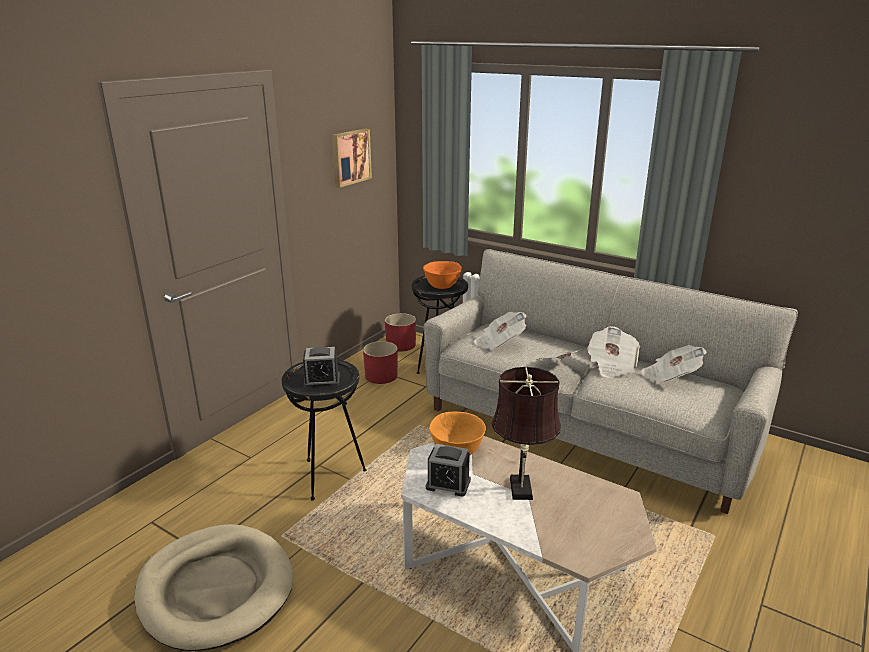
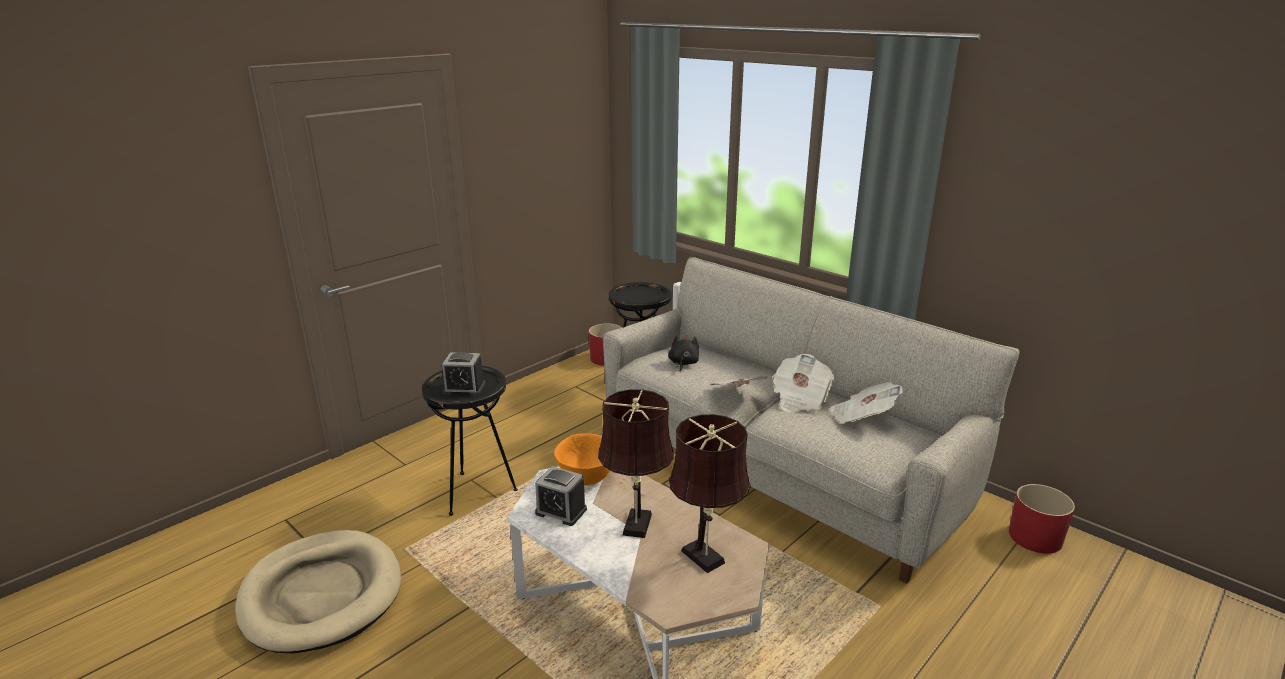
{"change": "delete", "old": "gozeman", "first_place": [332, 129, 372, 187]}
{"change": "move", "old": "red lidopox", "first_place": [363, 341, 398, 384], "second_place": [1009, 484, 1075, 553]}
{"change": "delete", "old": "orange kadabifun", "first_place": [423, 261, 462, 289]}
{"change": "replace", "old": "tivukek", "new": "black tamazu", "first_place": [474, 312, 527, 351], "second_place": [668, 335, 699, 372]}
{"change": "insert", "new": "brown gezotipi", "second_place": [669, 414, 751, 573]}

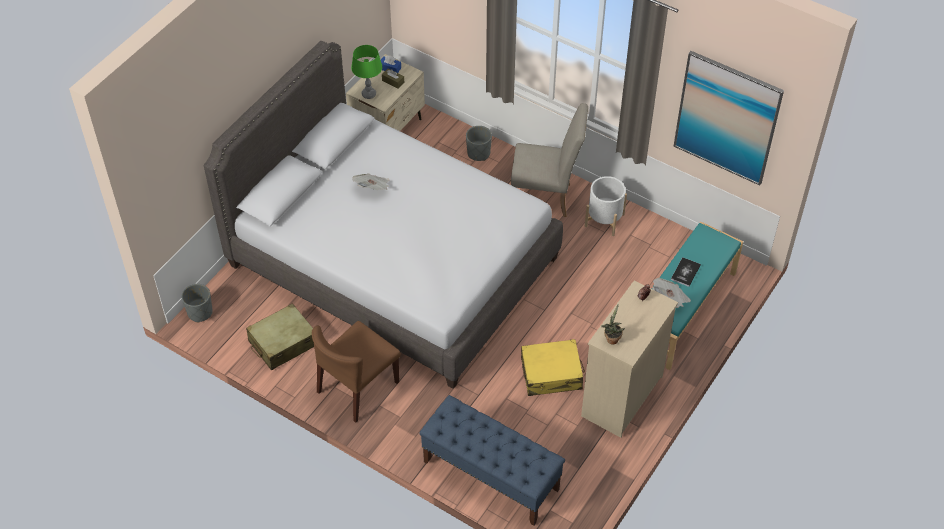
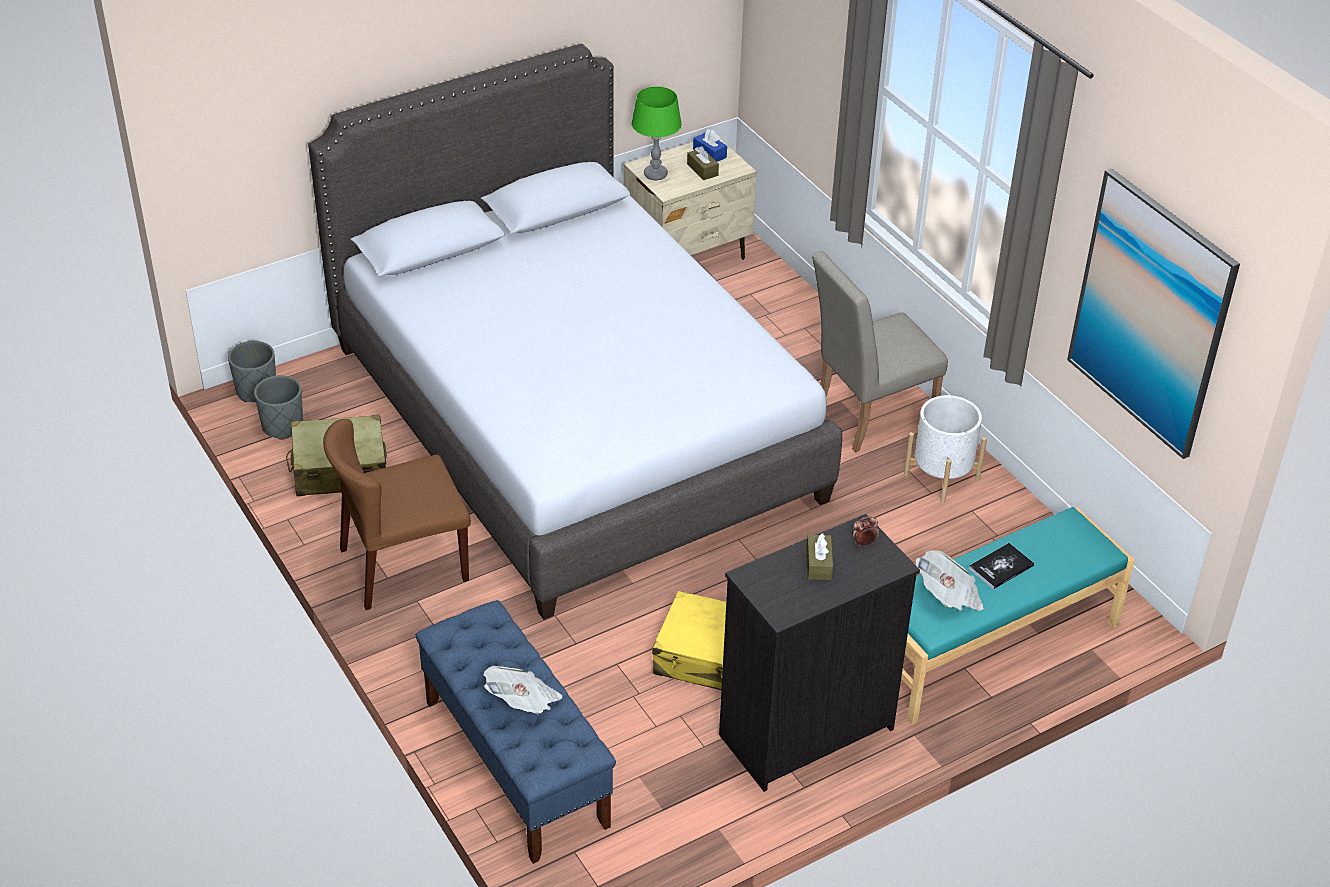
{"change": "move", "old": "tivukek", "first_place": [352, 173, 390, 190], "second_place": [484, 666, 563, 714]}
{"change": "move", "old": "grey lidopox", "first_place": [466, 126, 492, 161], "second_place": [254, 375, 303, 440]}
{"change": "rotate", "old": "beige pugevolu", "first_place": [511, 103, 588, 217], "second_place": [812, 251, 948, 453], "degrees": 120}
{"change": "recolor", "old": "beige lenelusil", "new": "black lenelusil", "first_place": [581, 281, 678, 438], "second_place": [719, 514, 920, 792]}
{"change": "delete", "old": "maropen", "first_place": [601, 304, 625, 345]}
{"change": "insert", "new": "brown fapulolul", "second_place": [806, 533, 833, 580]}

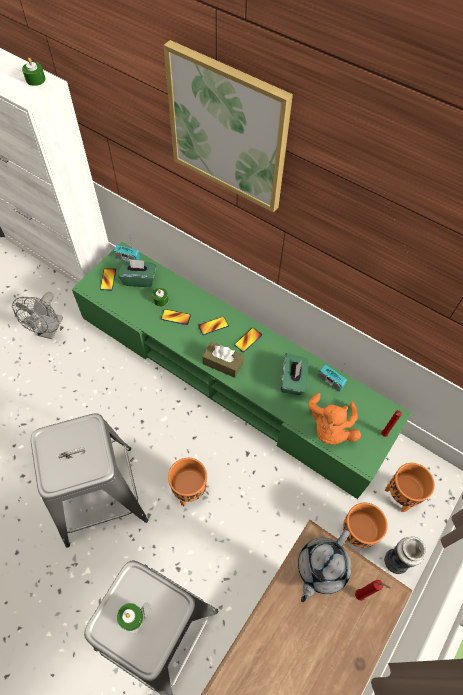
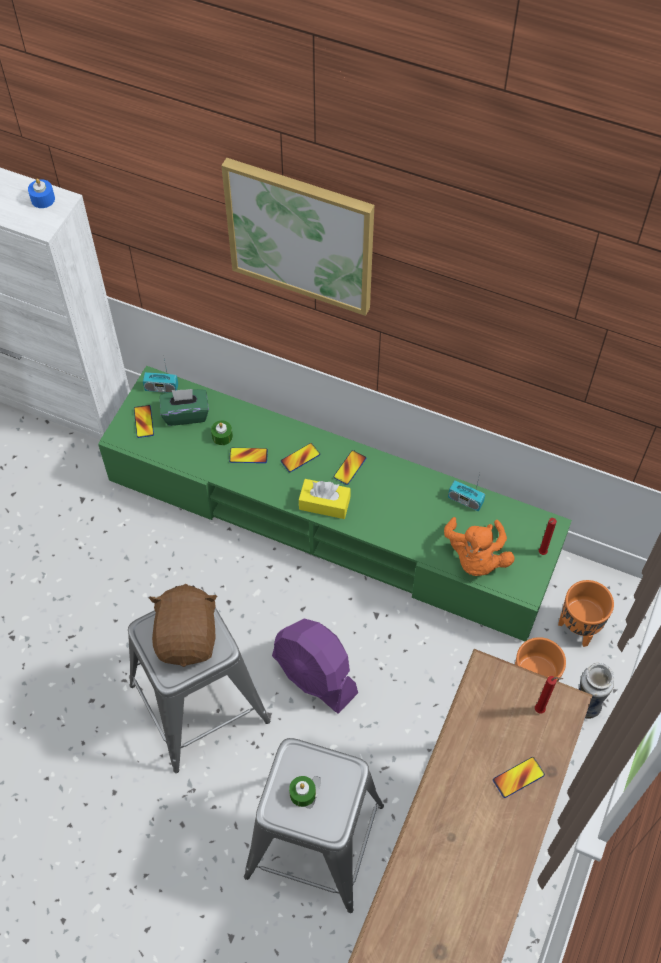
{"change": "delete", "old": "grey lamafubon", "first_place": [12, 292, 63, 339]}
{"change": "recolor", "old": "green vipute", "new": "blue vipute", "first_place": [22, 58, 46, 86], "second_place": [28, 179, 55, 208]}
{"change": "replace", "old": "orange lidopox", "new": "purple lamafubon", "first_place": [168, 458, 207, 507], "second_place": [272, 618, 358, 714]}
{"change": "recolor", "old": "brown fapulolul", "new": "yellow fapulolul", "first_place": [202, 342, 244, 378], "second_place": [299, 479, 351, 519]}
{"change": "delete", "old": "green fapulolul", "first_place": [281, 353, 308, 395]}
{"change": "delete", "old": "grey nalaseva", "first_place": [298, 530, 351, 602]}
{"change": "insert", "new": "brown tamazu", "second_place": [149, 584, 217, 667]}
{"change": "insert", "new": "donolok", "second_place": [493, 757, 545, 798]}

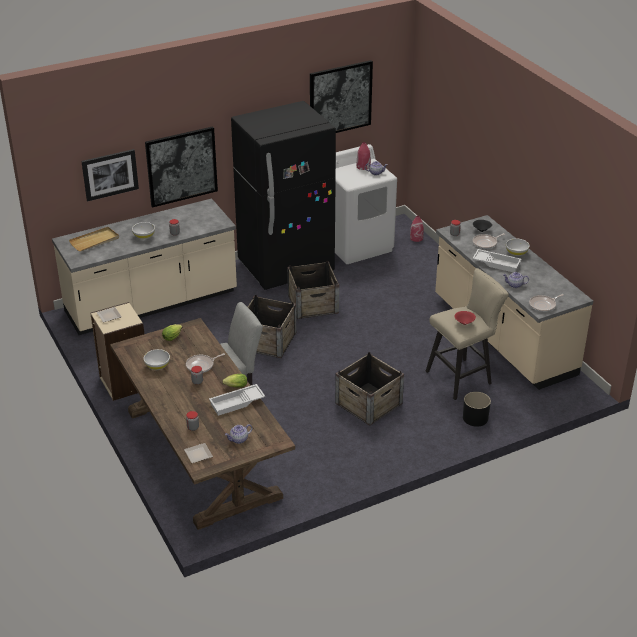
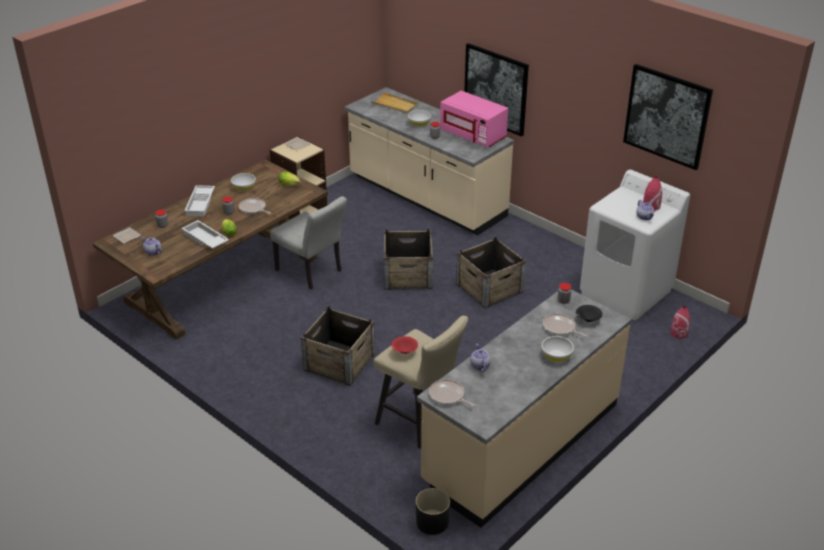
{"change": "delete", "old": "gozeman", "first_place": [81, 149, 139, 201]}
{"change": "delete", "old": "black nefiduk", "first_place": [231, 101, 336, 290]}
{"change": "move", "old": "black lidopox", "first_place": [463, 392, 491, 427], "second_place": [416, 488, 450, 535]}
{"change": "move", "old": "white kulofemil", "first_place": [472, 249, 521, 272], "second_place": [184, 185, 215, 216]}
{"change": "insert", "new": "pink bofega", "second_place": [440, 91, 508, 147]}

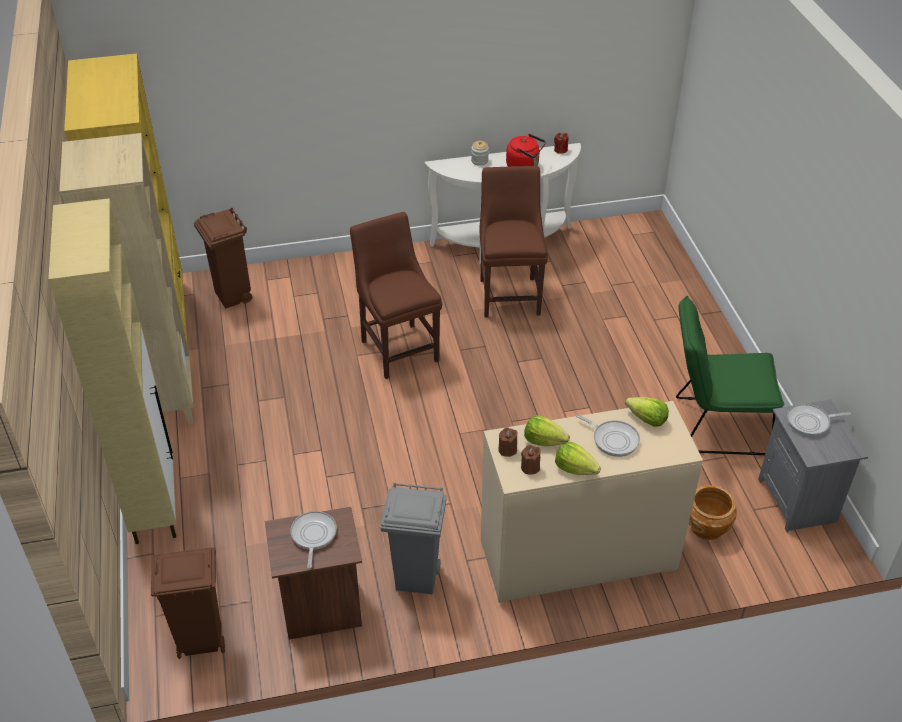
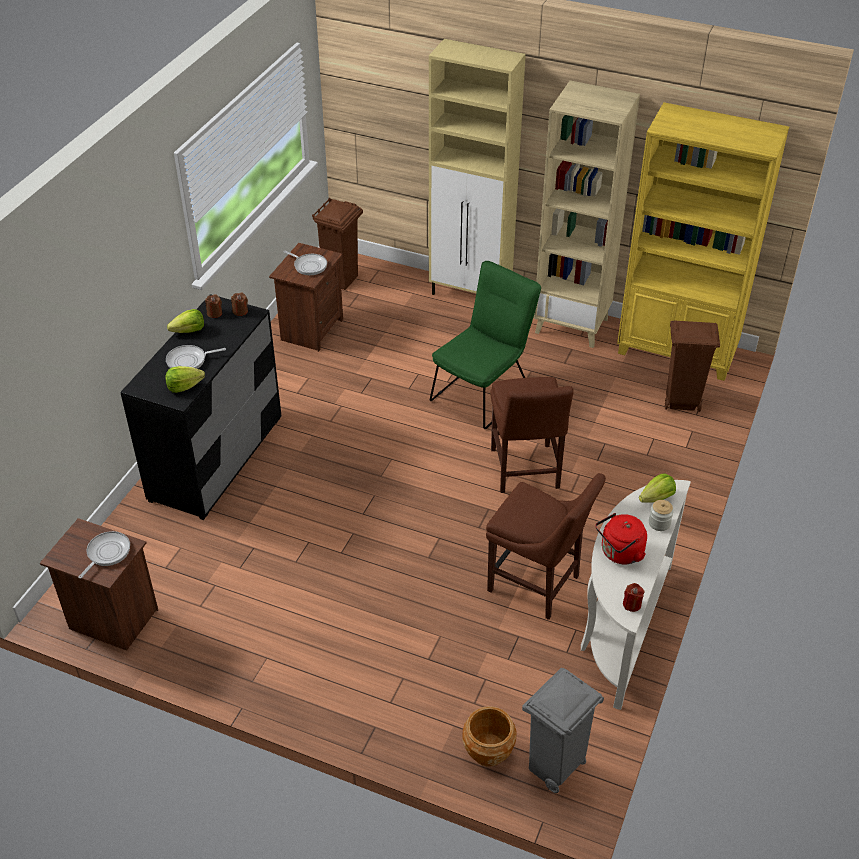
{"change": "rotate", "old": "brown pugevolu", "first_place": [350, 212, 442, 379], "second_place": [491, 377, 573, 493], "degrees": 75}
{"change": "move", "old": "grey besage", "first_place": [380, 483, 447, 594], "second_place": [522, 668, 604, 793]}
{"change": "recolor", "old": "beige lenelusil", "new": "black lenelusil", "first_place": [481, 401, 703, 603], "second_place": [120, 294, 281, 520]}
{"change": "move", "old": "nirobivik", "first_place": [524, 415, 570, 446], "second_place": [639, 473, 676, 503]}
{"change": "move", "old": "green pugevolu", "first_place": [676, 296, 784, 455], "second_place": [430, 261, 541, 429]}
{"change": "move", "old": "brown lidopox", "first_place": [689, 485, 737, 540], "second_place": [463, 706, 517, 766]}
{"change": "recolor", "old": "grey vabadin", "new": "brown vabadin", "first_place": [758, 399, 868, 533], "second_place": [40, 518, 158, 651]}

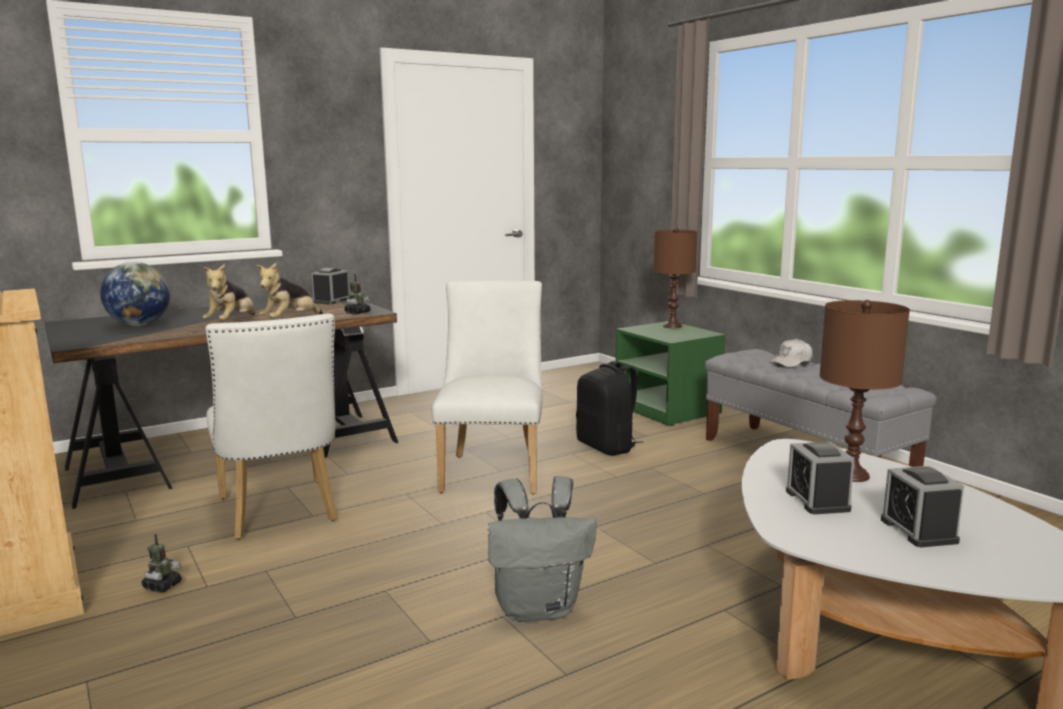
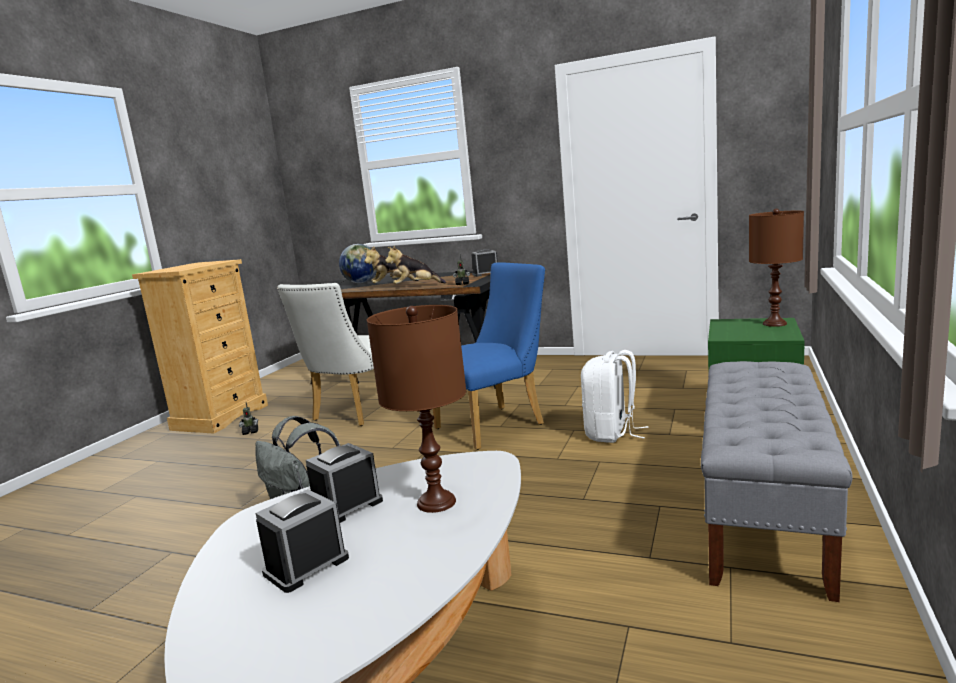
{"change": "recolor", "old": "white pugevolu", "new": "blue pugevolu", "first_place": [431, 280, 543, 494], "second_place": [433, 262, 545, 450]}
{"change": "recolor", "old": "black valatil", "new": "white valatil", "first_place": [576, 361, 644, 455], "second_place": [581, 350, 648, 443]}
{"change": "delete", "old": "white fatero", "first_place": [769, 339, 813, 368]}

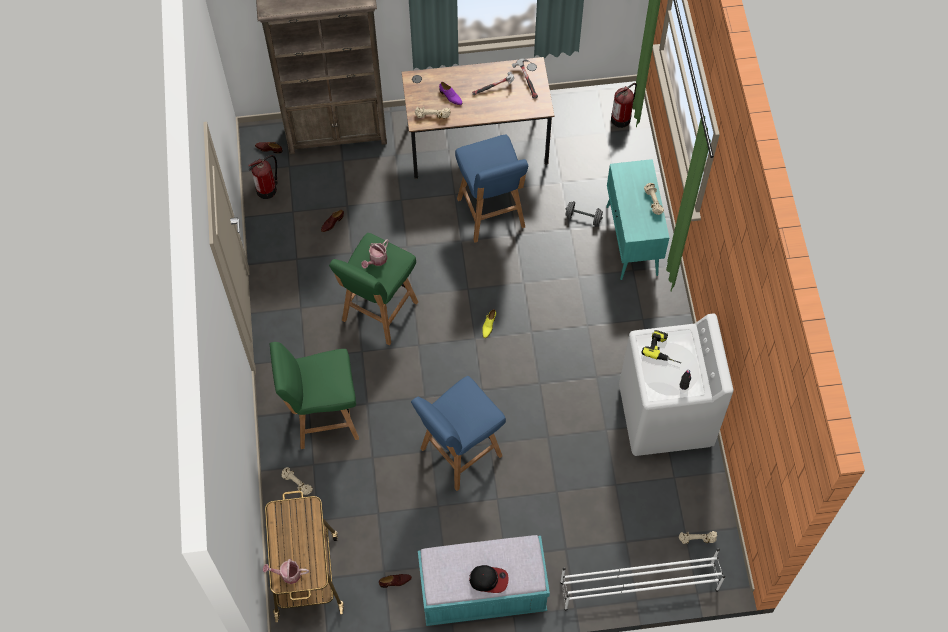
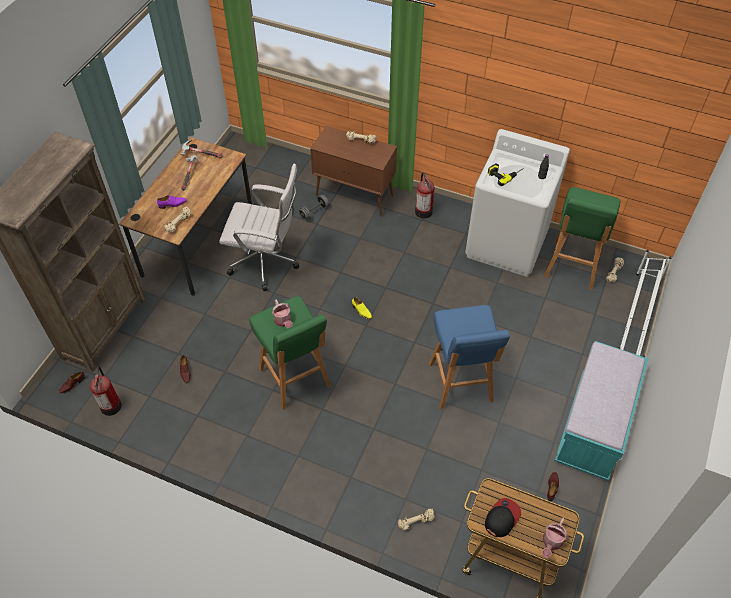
{"change": "move", "old": "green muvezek", "first_place": [270, 342, 359, 449], "second_place": [544, 187, 620, 290]}
{"change": "replace", "old": "blue muvezek", "new": "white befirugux", "first_place": [455, 135, 528, 243], "second_place": [219, 163, 299, 291]}
{"change": "move", "old": "fatero", "first_place": [469, 565, 509, 593], "second_place": [485, 498, 521, 537]}
{"change": "recolor", "old": "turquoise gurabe", "new": "brown gurabe", "first_place": [606, 159, 669, 280], "second_place": [310, 126, 397, 216]}
{"change": "move", "old": "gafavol", "first_place": [611, 83, 637, 128], "second_place": [415, 173, 435, 218]}

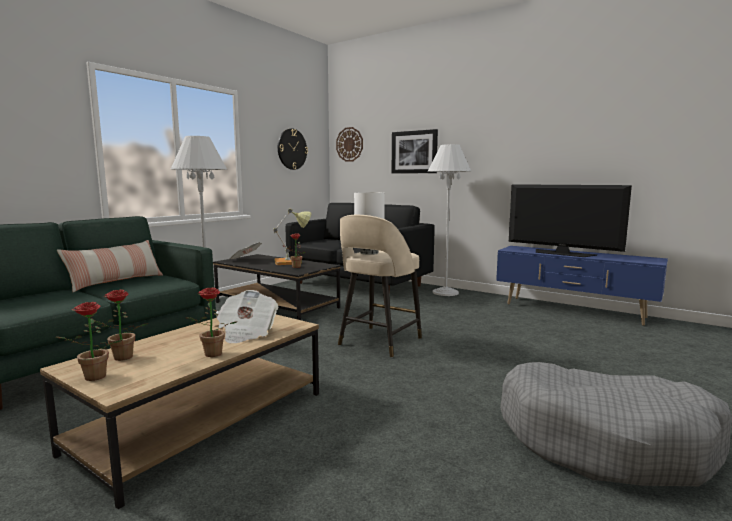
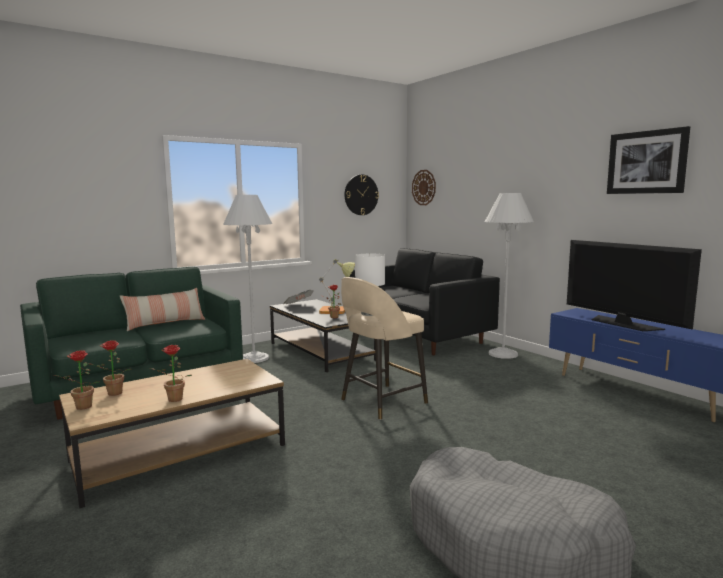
{"change": "delete", "old": "tivukek", "first_place": [216, 290, 278, 343]}
{"change": "move", "old": "gozeman", "first_place": [392, 129, 438, 174], "second_place": [607, 126, 690, 194]}

